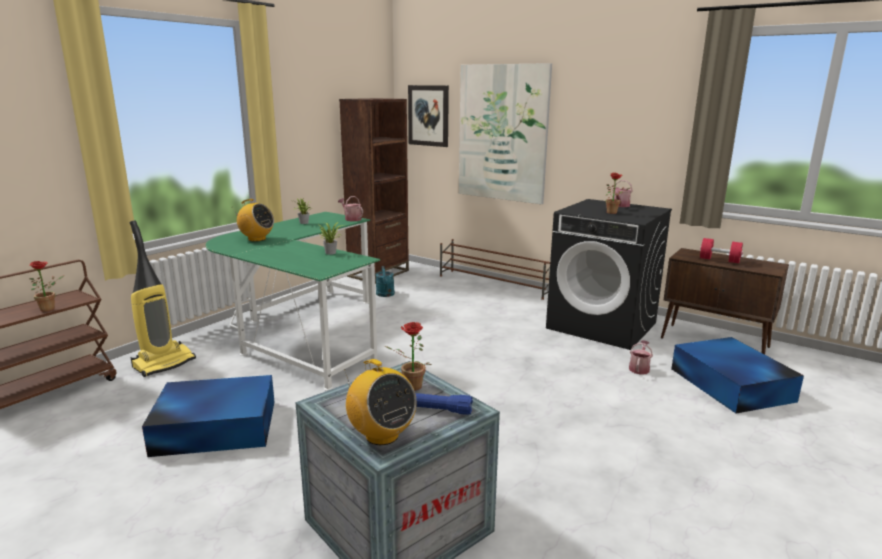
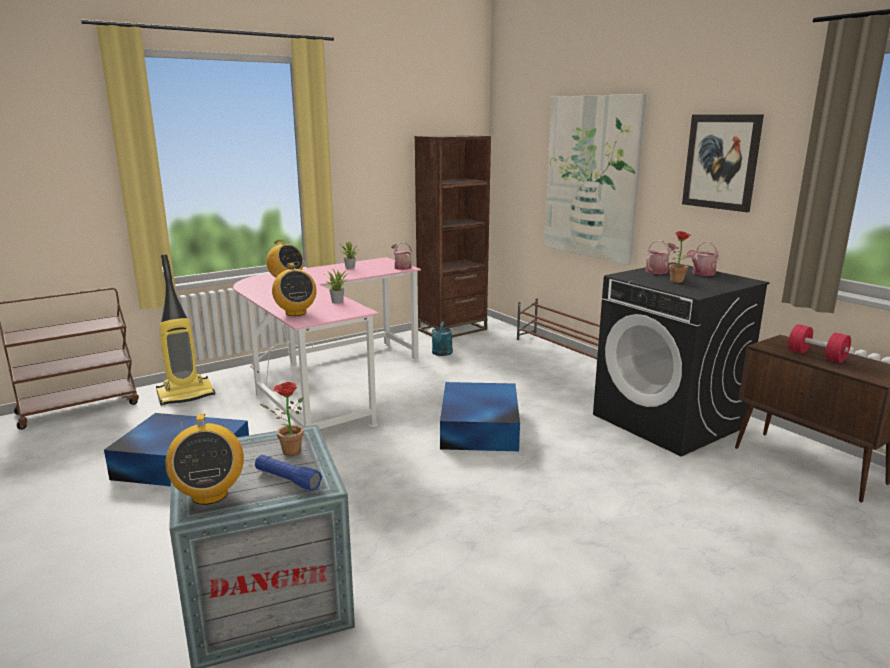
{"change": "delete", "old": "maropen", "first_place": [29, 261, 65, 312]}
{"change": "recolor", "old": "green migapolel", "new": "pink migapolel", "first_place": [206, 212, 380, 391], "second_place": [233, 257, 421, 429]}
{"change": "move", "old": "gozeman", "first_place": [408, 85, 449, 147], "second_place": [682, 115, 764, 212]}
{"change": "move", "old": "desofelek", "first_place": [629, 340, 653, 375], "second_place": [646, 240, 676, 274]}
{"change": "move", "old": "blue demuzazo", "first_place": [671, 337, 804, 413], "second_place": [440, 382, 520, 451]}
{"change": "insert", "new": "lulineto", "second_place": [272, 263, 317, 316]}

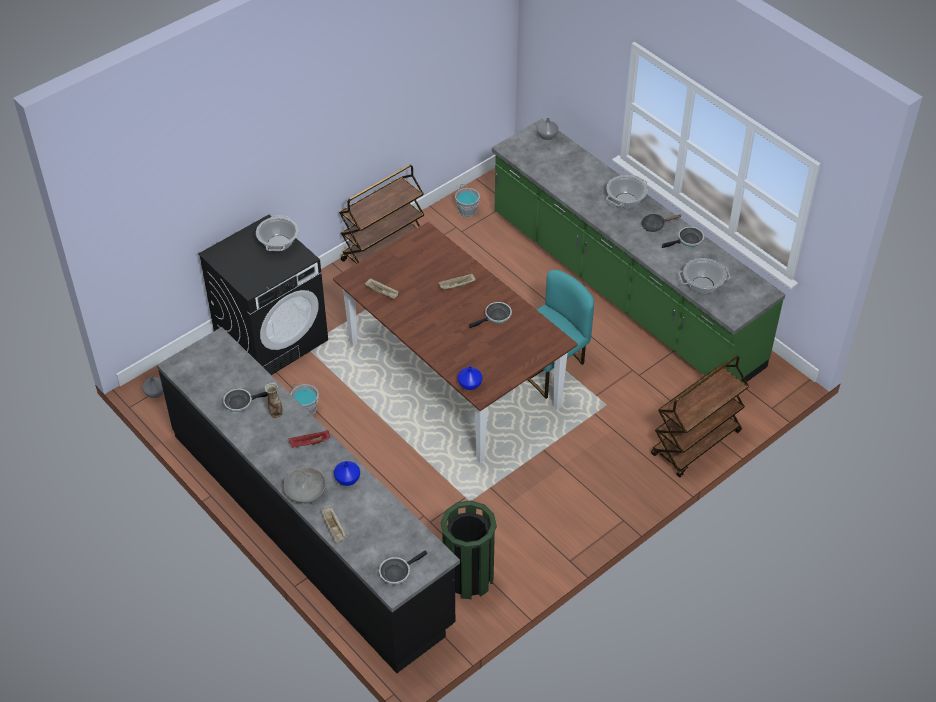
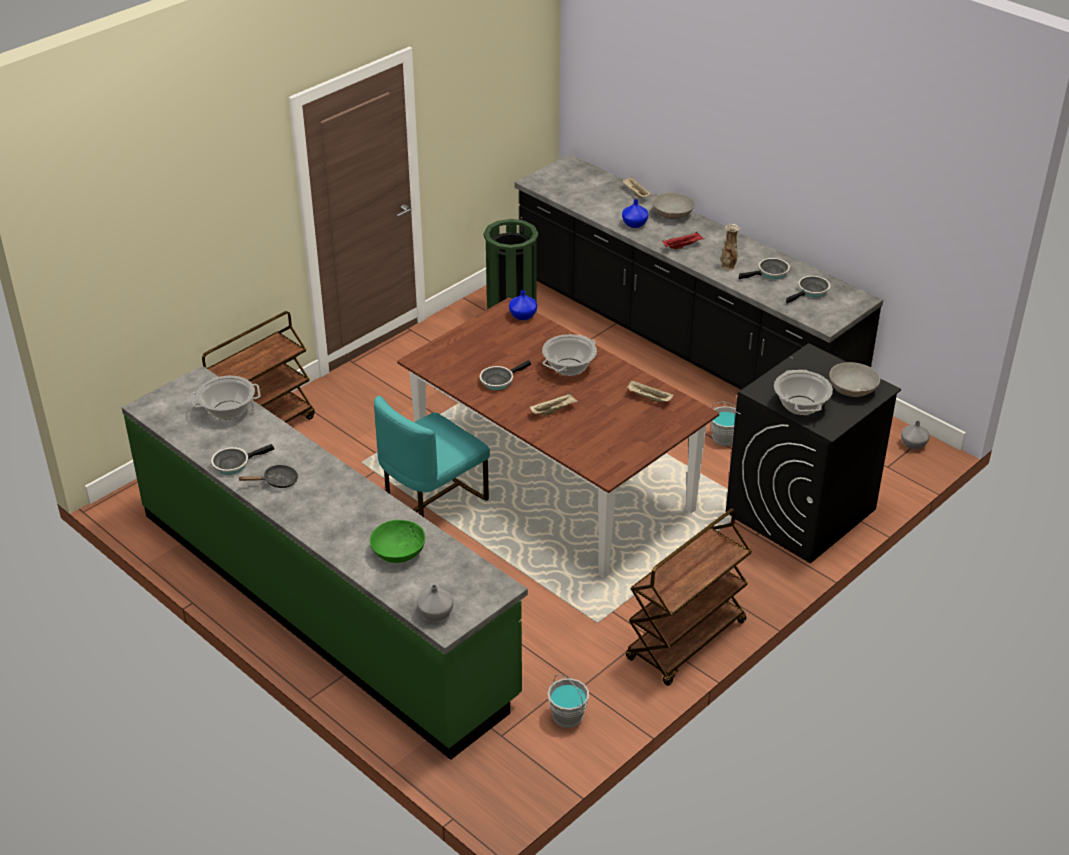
{"change": "move", "old": "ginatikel", "first_place": [379, 550, 427, 585], "second_place": [786, 276, 830, 303]}
{"change": "move", "old": "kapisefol", "first_place": [606, 175, 648, 208], "second_place": [542, 334, 597, 376]}
{"change": "insert", "new": "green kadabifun", "second_place": [370, 520, 425, 563]}
{"change": "insert", "new": "grey kadabifun", "second_place": [829, 362, 880, 397]}

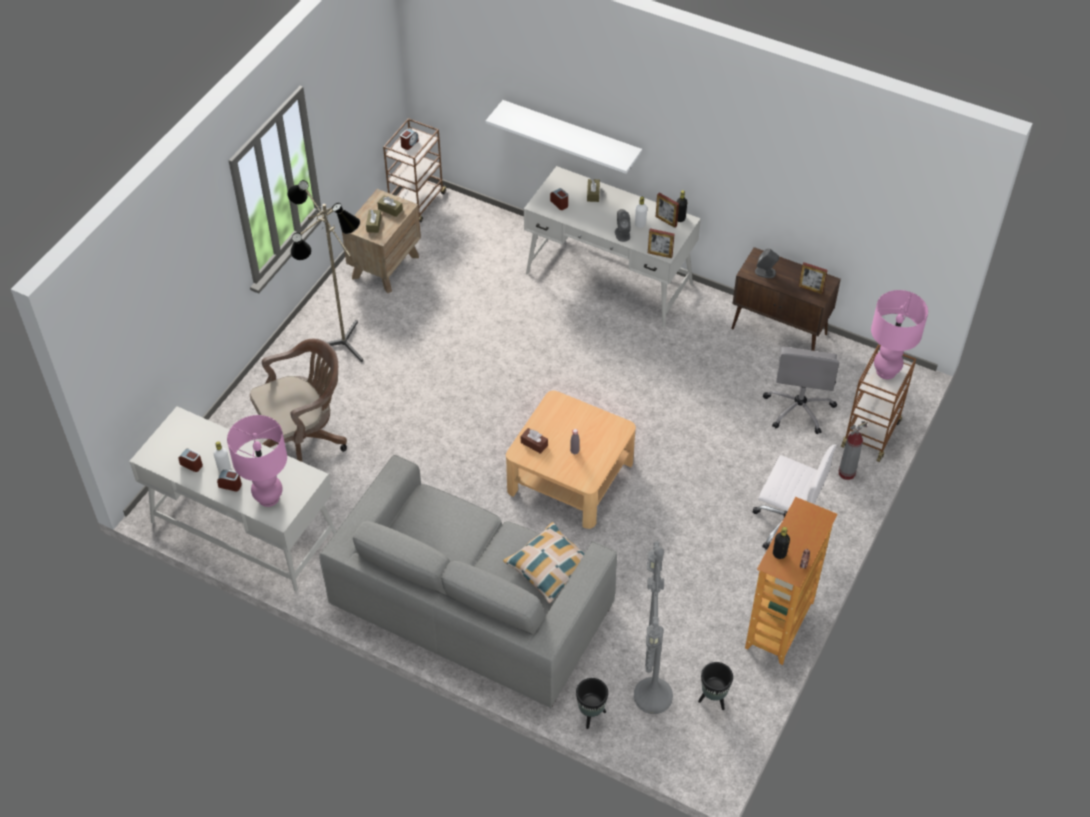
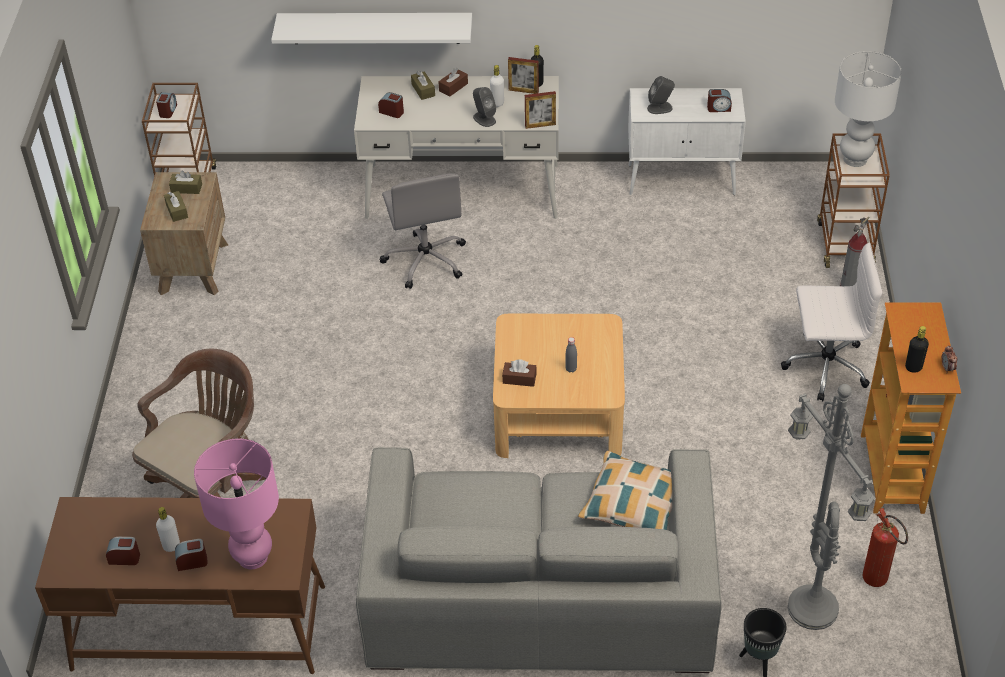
{"change": "recolor", "old": "white migapolel", "new": "brown migapolel", "first_place": [129, 406, 336, 591], "second_place": [35, 497, 325, 674]}
{"change": "delete", "old": "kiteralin", "first_place": [287, 180, 363, 362]}
{"change": "replace", "old": "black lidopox", "new": "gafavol", "first_place": [698, 662, 733, 710], "second_place": [863, 508, 908, 587]}
{"change": "recolor", "old": "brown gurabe", "new": "white gurabe", "first_place": [731, 247, 841, 351], "second_place": [628, 88, 746, 195]}
{"change": "move", "old": "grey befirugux", "first_place": [763, 347, 839, 434], "second_place": [380, 174, 466, 289]}
{"change": "replace", "old": "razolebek", "new": "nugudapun", "first_place": [798, 262, 828, 294], "second_place": [707, 89, 732, 112]}
{"change": "recolor", "old": "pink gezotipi", "new": "white gezotipi", "first_place": [871, 290, 928, 379], "second_place": [835, 51, 902, 167]}
{"change": "insert", "new": "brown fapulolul", "second_place": [438, 67, 468, 97]}

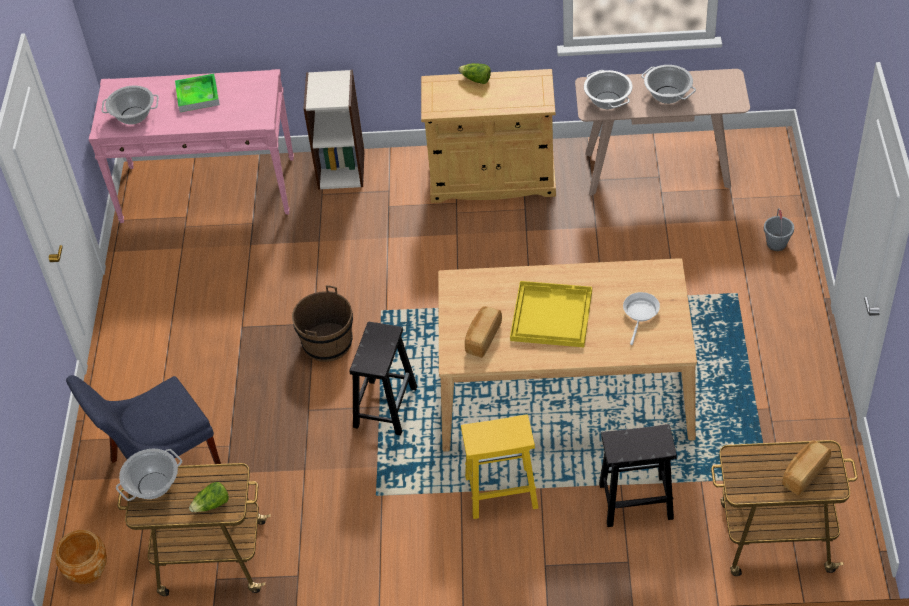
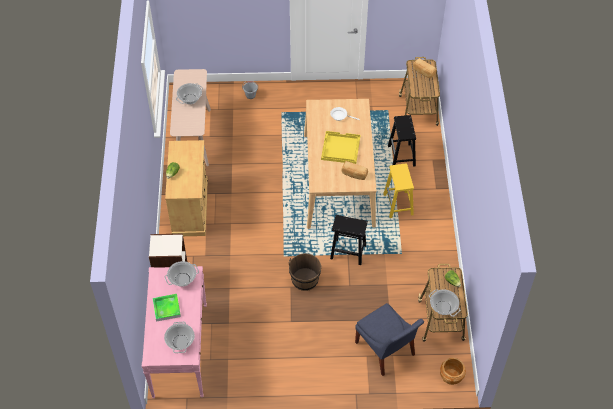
{"change": "move", "old": "kapisefol", "first_place": [584, 70, 633, 109], "second_place": [165, 261, 199, 287]}

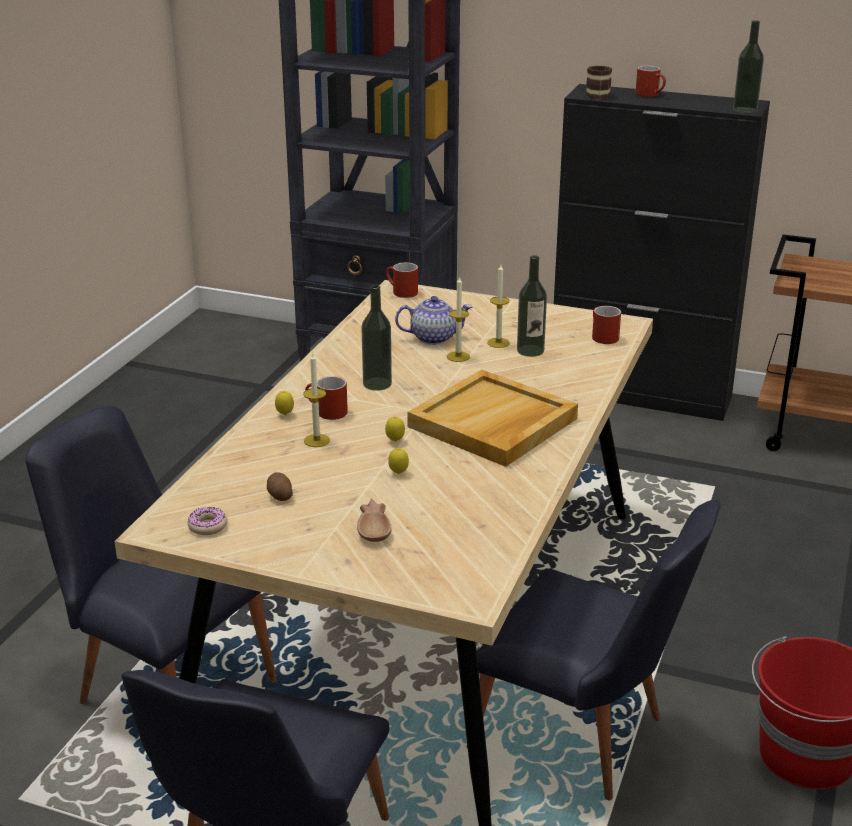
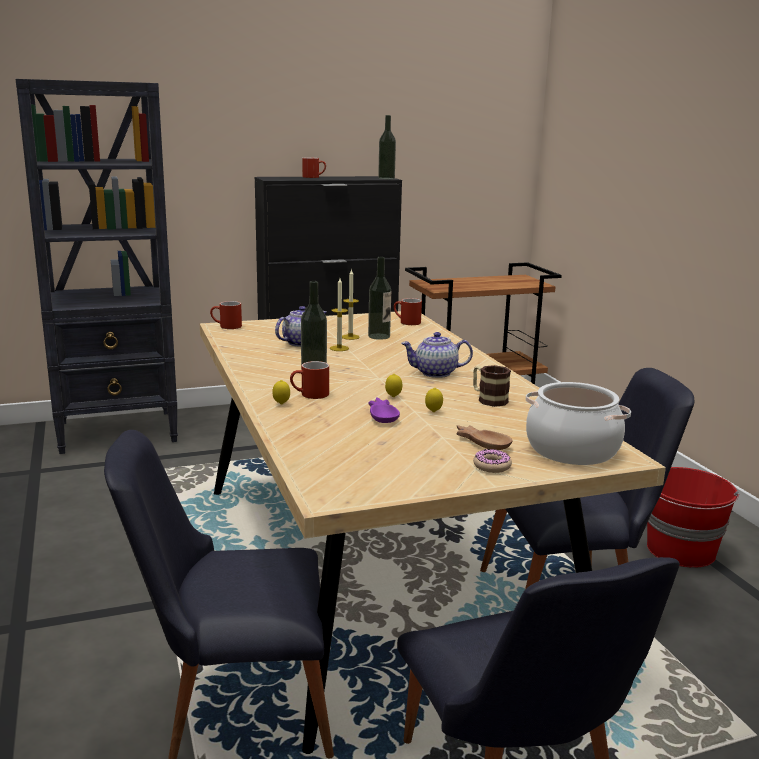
{"change": "move", "old": "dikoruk", "first_place": [187, 507, 227, 535], "second_place": [473, 449, 512, 473]}
{"change": "delete", "old": "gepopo", "first_place": [267, 472, 293, 501]}
{"change": "delete", "old": "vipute", "first_place": [303, 353, 330, 447]}
{"change": "replace", "old": "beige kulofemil", "new": "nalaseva", "first_place": [407, 370, 578, 467], "second_place": [401, 332, 473, 378]}
{"change": "move", "old": "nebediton", "first_place": [586, 65, 612, 100], "second_place": [473, 365, 511, 407]}
{"change": "insert", "new": "purple kadabifun", "second_place": [368, 397, 400, 423]}
{"change": "insert", "new": "kapisefol", "second_place": [526, 382, 631, 465]}

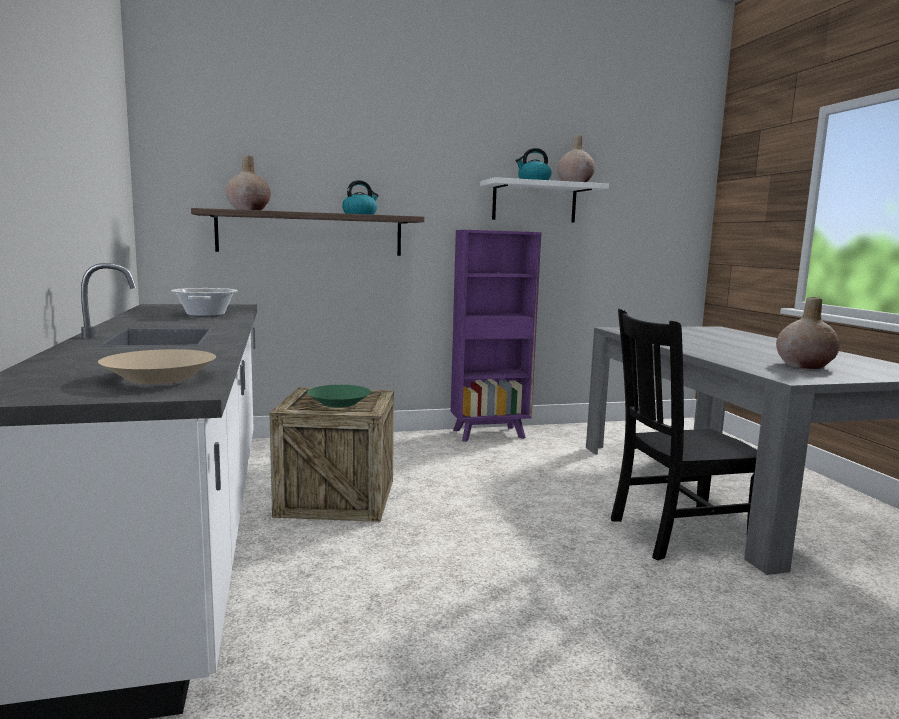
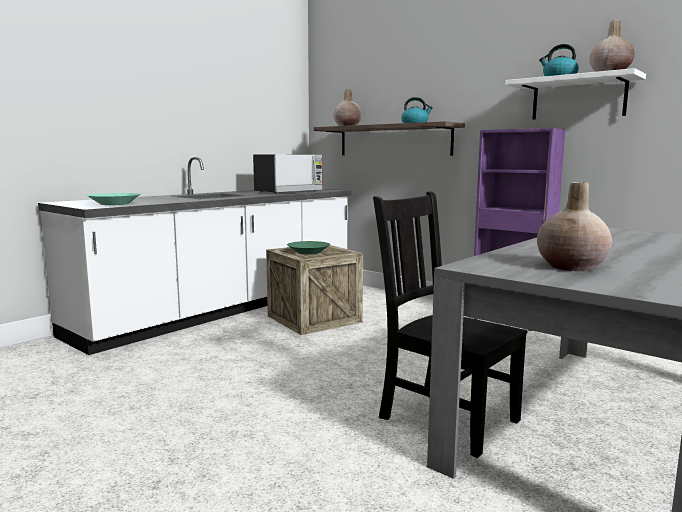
{"change": "recolor", "old": "beige kadabifun", "new": "turquoise kadabifun", "first_place": [98, 349, 216, 384], "second_place": [87, 193, 140, 205]}
{"change": "replace", "old": "kapisefol", "new": "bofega", "first_place": [171, 288, 238, 317], "second_place": [253, 154, 323, 194]}

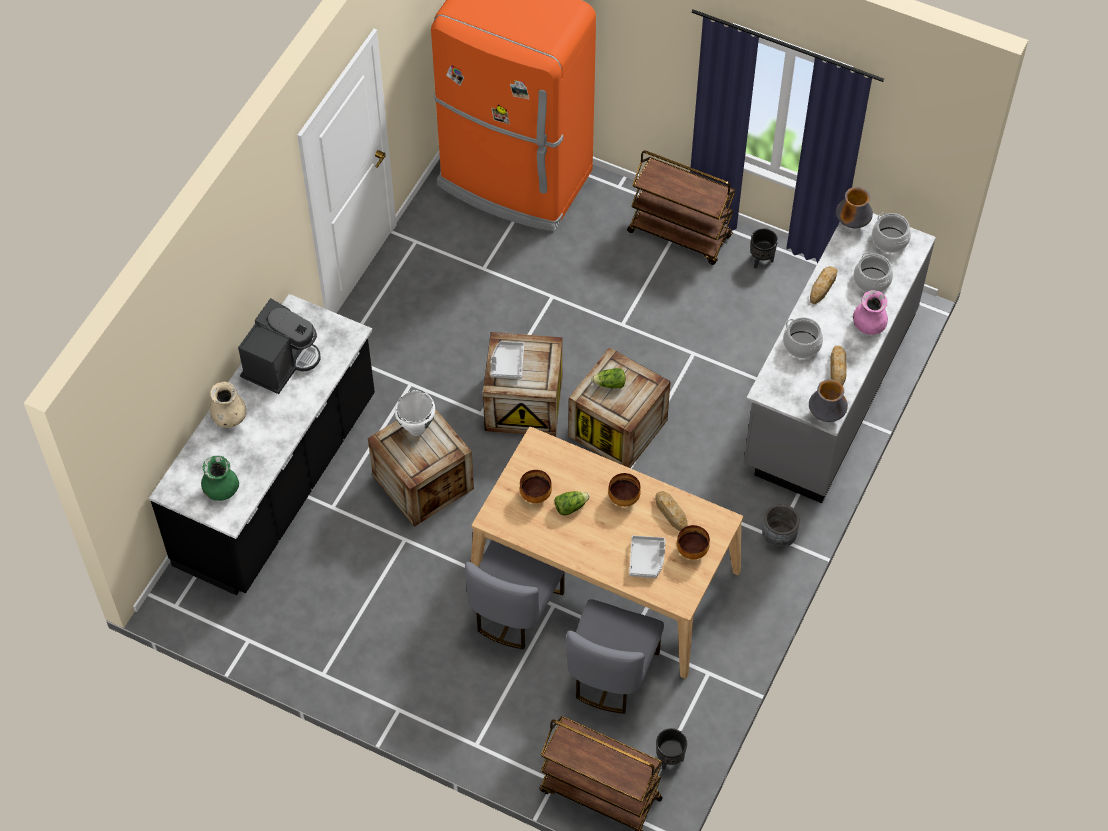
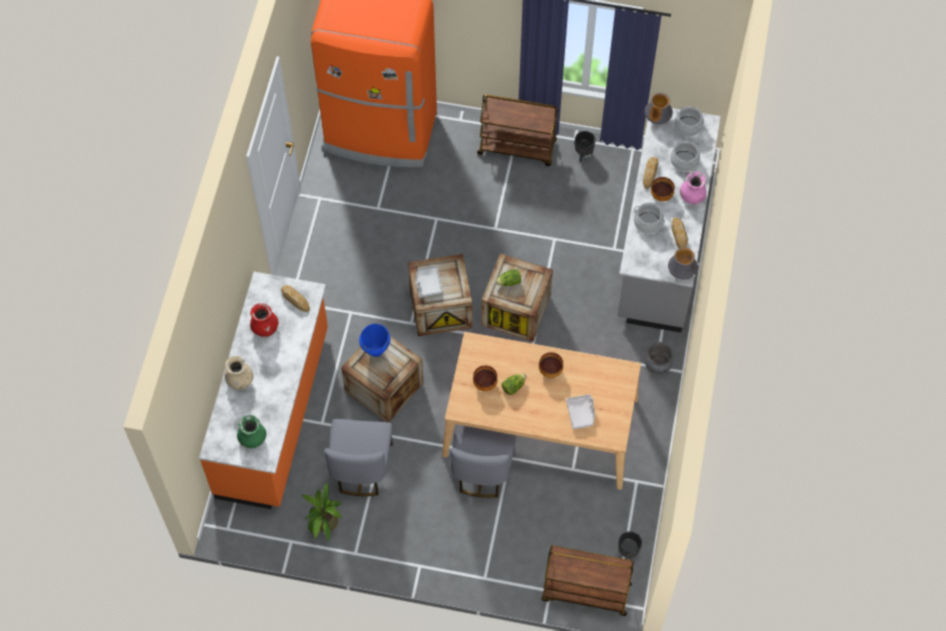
{"change": "recolor", "old": "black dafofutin", "new": "orange dafofutin", "first_place": [149, 294, 375, 596], "second_place": [199, 272, 328, 509]}
{"change": "replace", "old": "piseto", "new": "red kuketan", "first_place": [238, 298, 321, 394], "second_place": [250, 303, 278, 337]}
{"change": "recolor", "old": "white kapisefol", "new": "blue kapisefol", "first_place": [395, 390, 435, 436], "second_place": [359, 323, 390, 357]}
{"change": "move", "old": "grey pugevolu", "first_place": [567, 599, 664, 714], "second_place": [324, 419, 393, 496]}
{"change": "move", "old": "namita", "first_place": [655, 491, 688, 531], "second_place": [281, 285, 310, 312]}
{"change": "move", "old": "kadabifun", "first_place": [677, 525, 710, 559], "second_place": [651, 177, 675, 201]}
{"change": "insert", "new": "maropen", "second_place": [302, 483, 343, 542]}

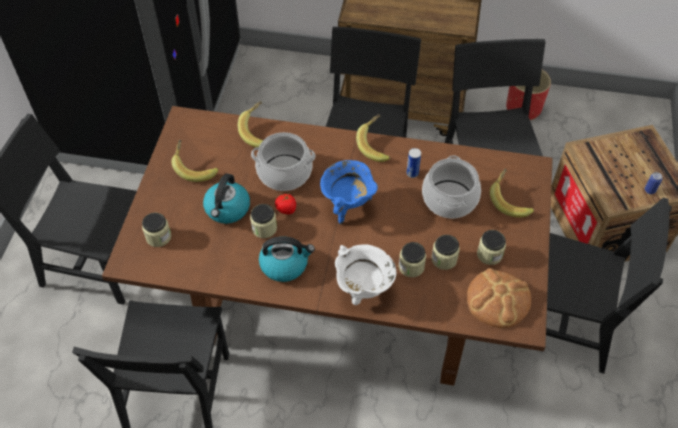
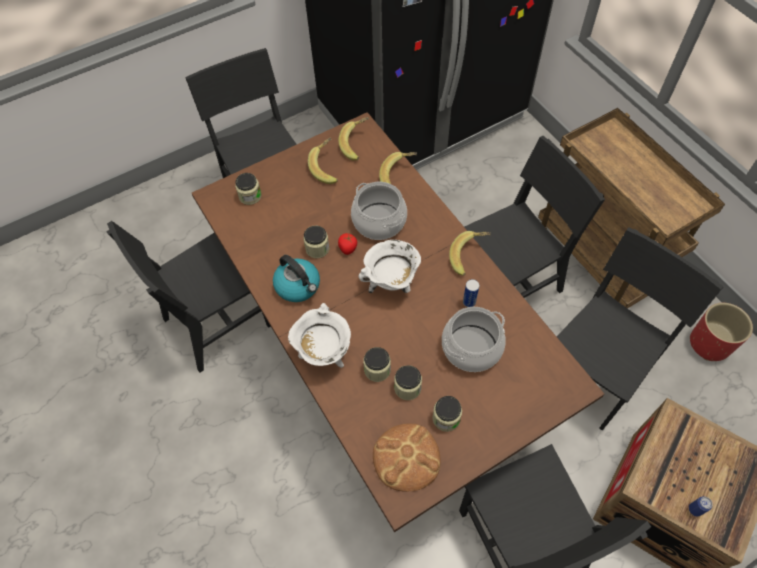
{"change": "delete", "old": "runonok", "first_place": [203, 174, 250, 224]}
{"change": "recolor", "old": "blue kapisefol", "new": "white kapisefol", "first_place": [320, 160, 378, 224], "second_place": [359, 240, 421, 293]}
{"change": "move", "old": "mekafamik", "first_place": [490, 169, 534, 217], "second_place": [338, 117, 369, 160]}

